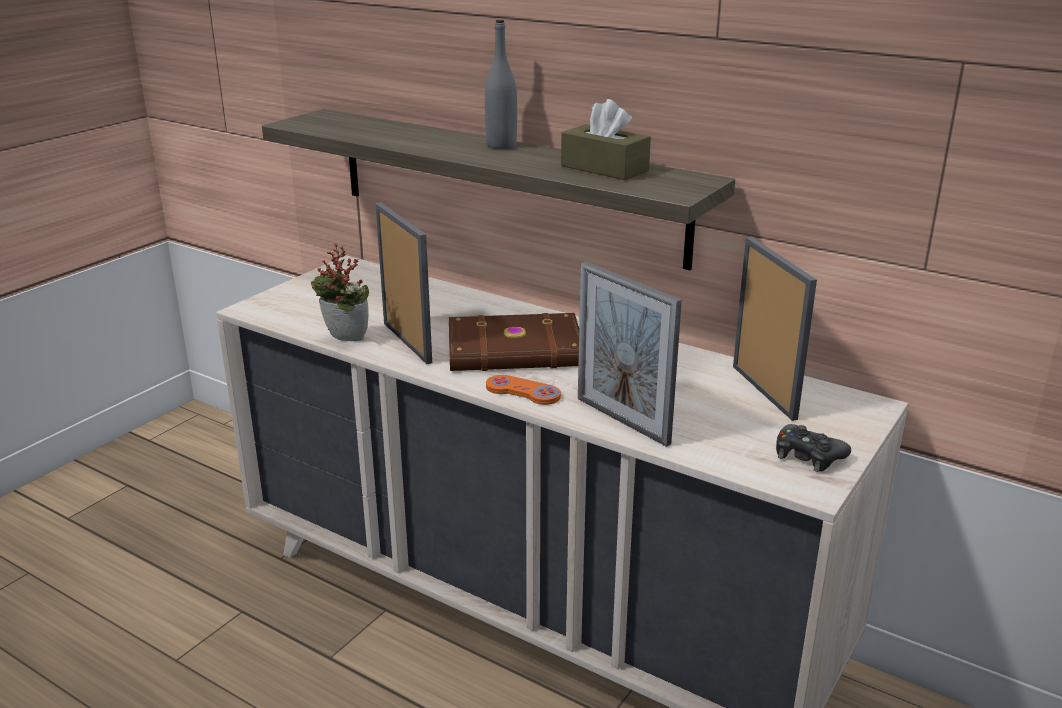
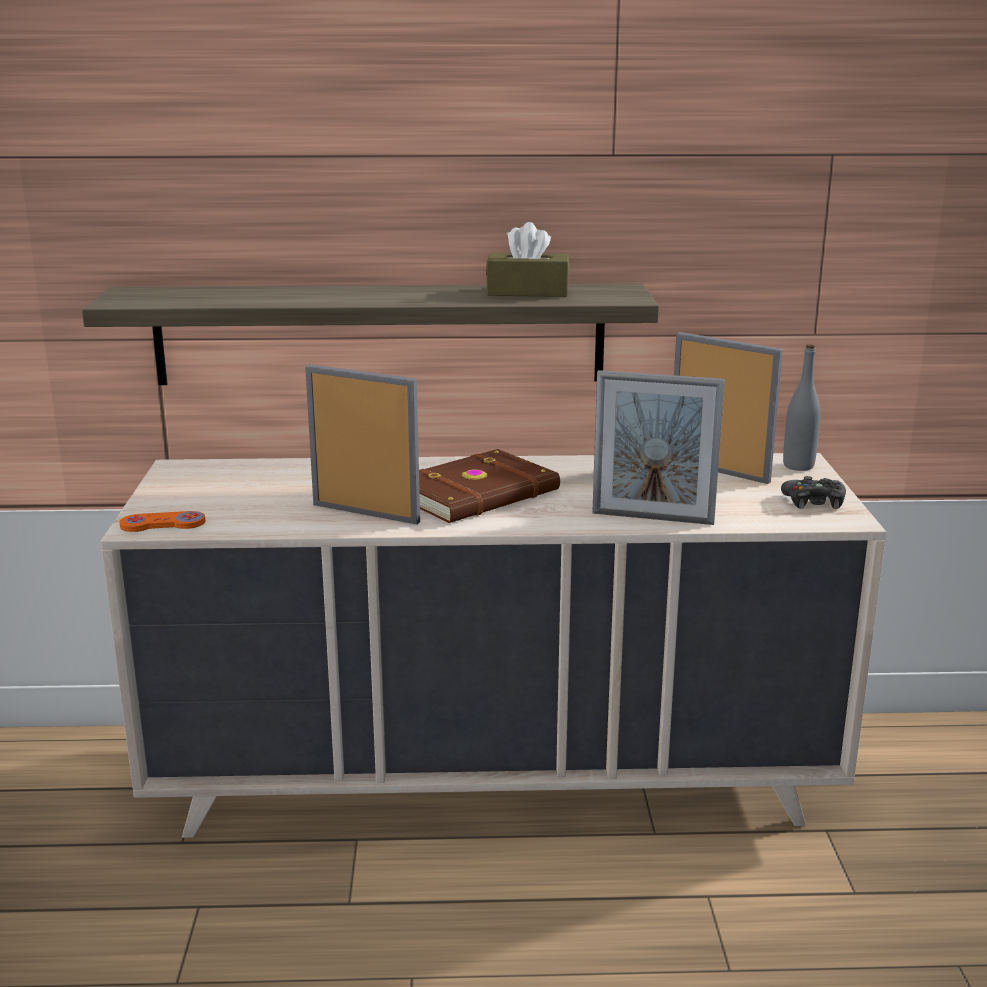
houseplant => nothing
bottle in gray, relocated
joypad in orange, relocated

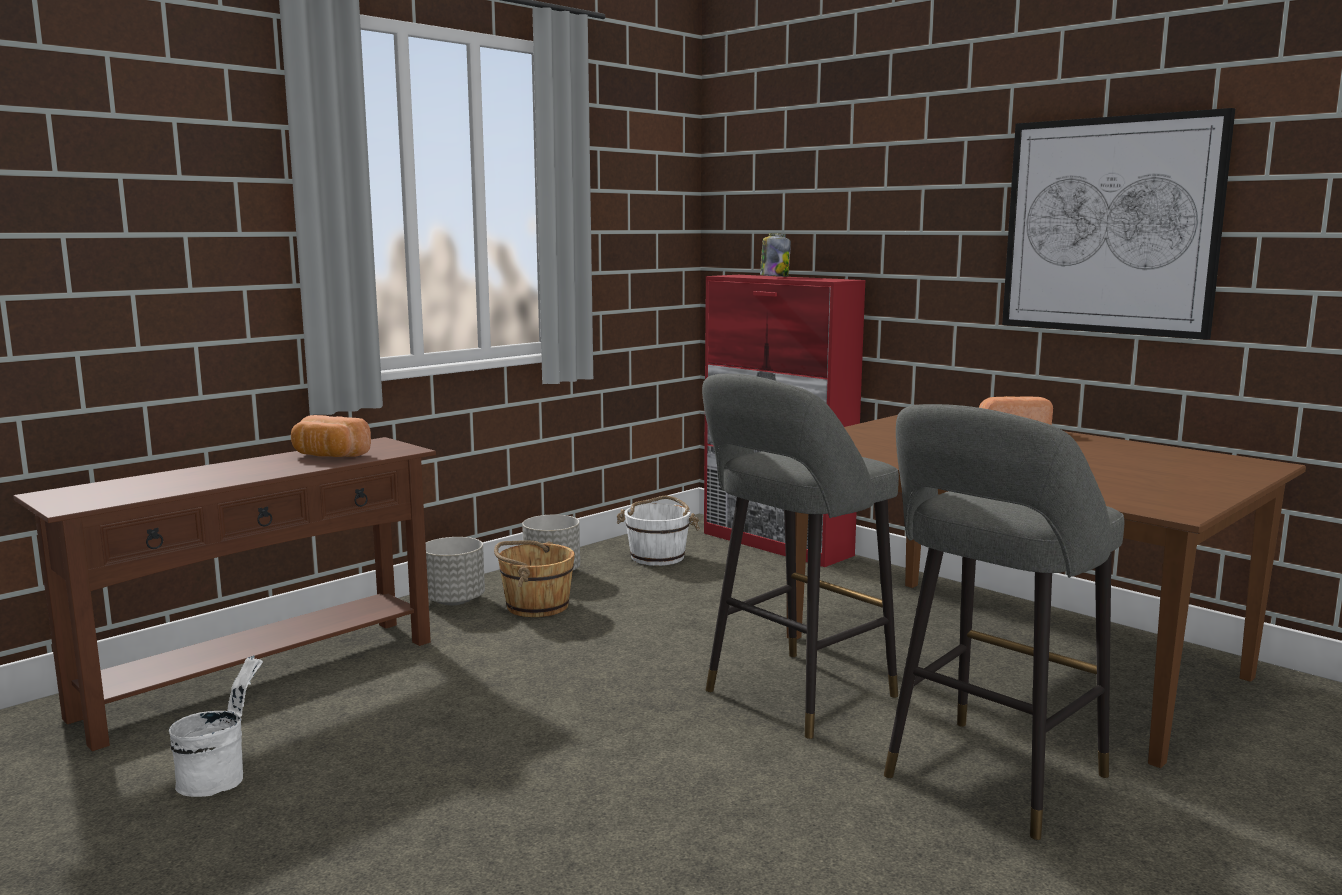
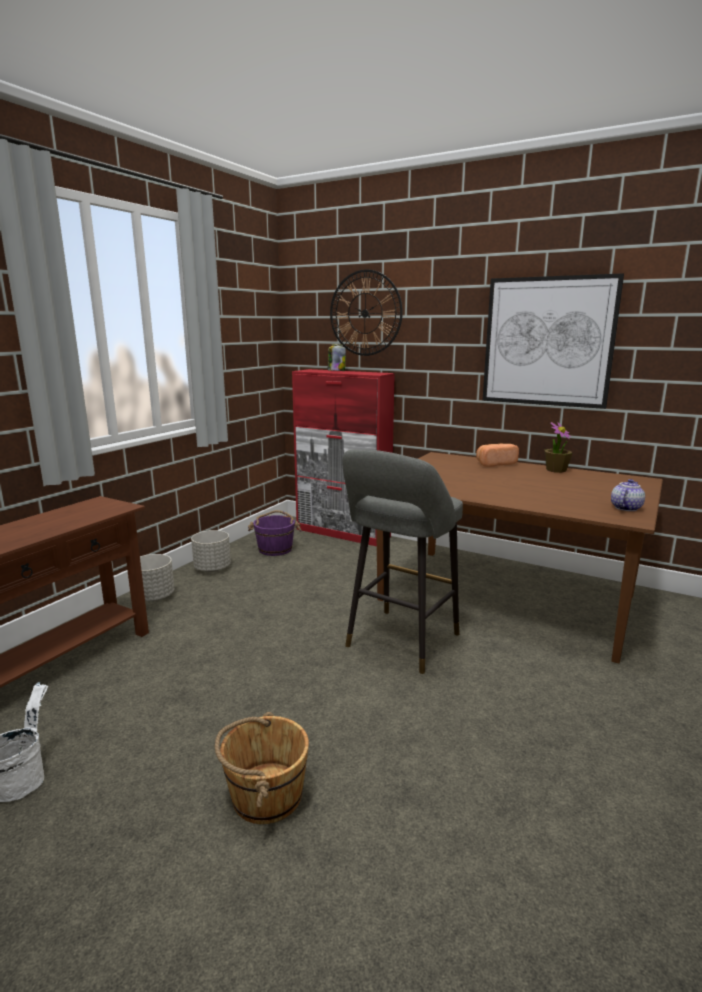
baked bread (no. 1 from left) => nothing
stool in gray (no. 2 from left) => nothing
nothing => wall clock
nothing => houseplant
nothing => tea pot
bucket in brown-coloured, relocated
bucket in white-coloured (no. 2 from left) => bucket in purplish

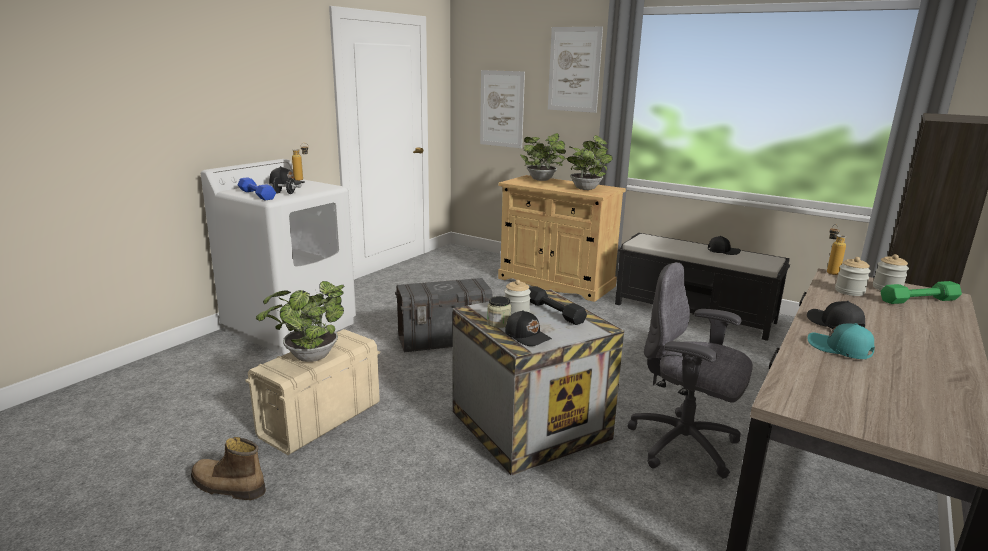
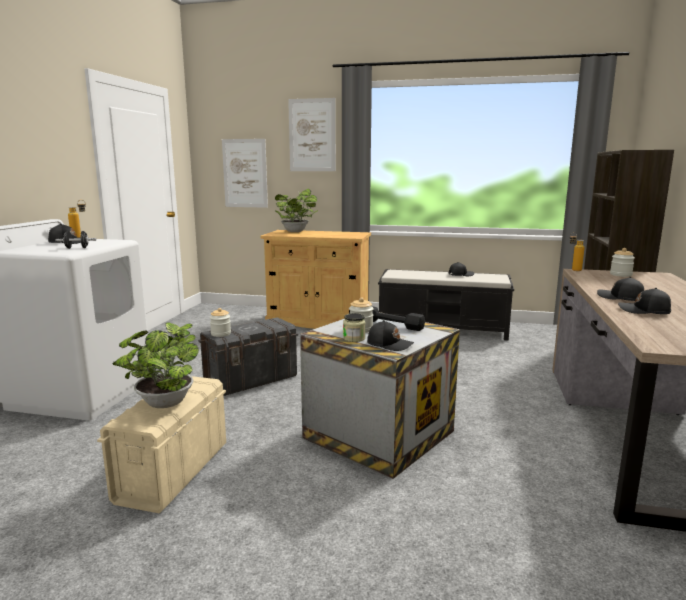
tall boot => nothing
free weight in blue => nothing
houseplant (no. 3 from left) => nothing
office chair in gray => nothing
free weight in green => nothing
jar (no. 3 from left in the first image) => jar (no. 1 from left), relocated
cap in turquoise => cap in blackish (no. 5 from left)

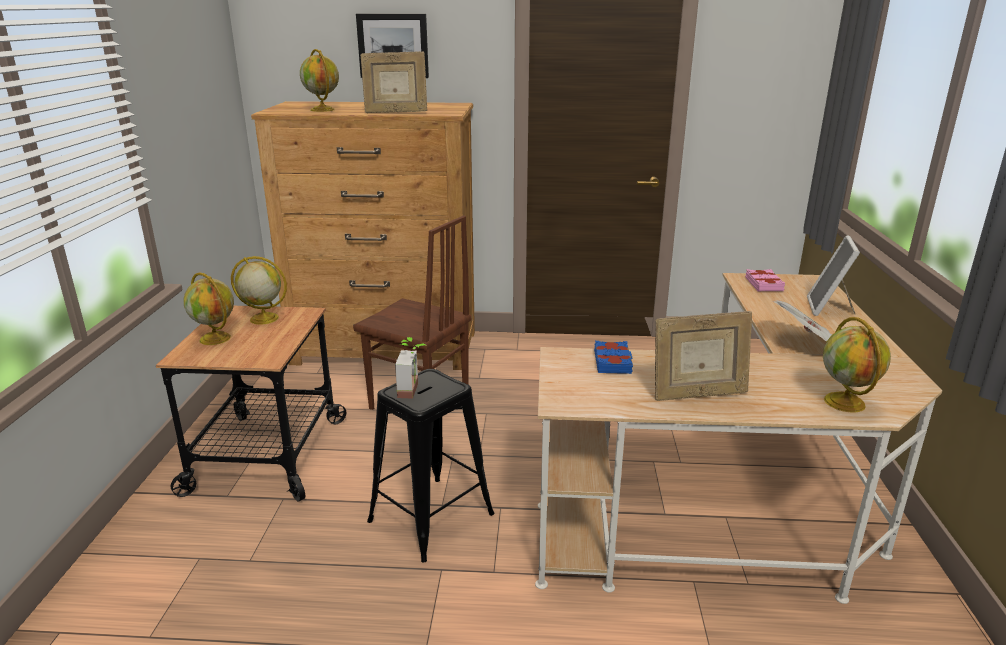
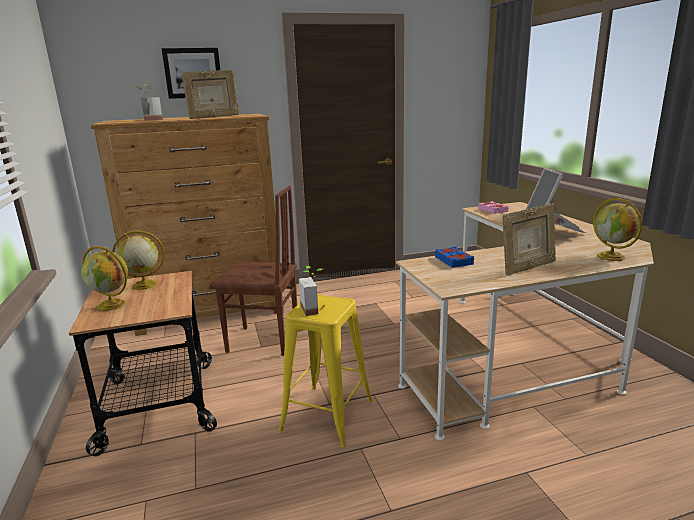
world globe (no. 3 from left) => houseplant (no. 1 from left)
stool in blackish => stool in yellow-coloured

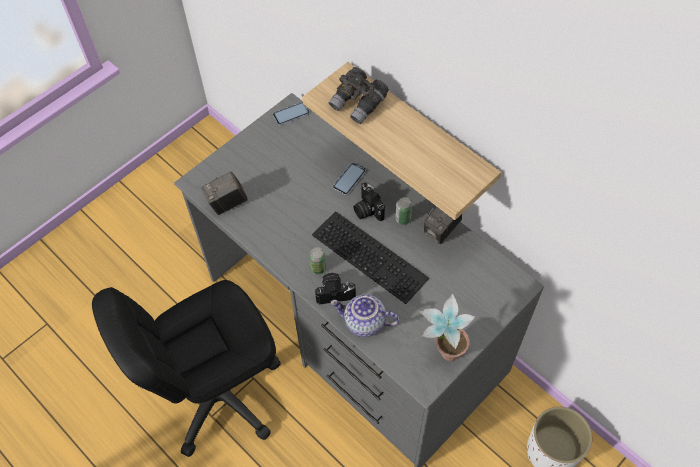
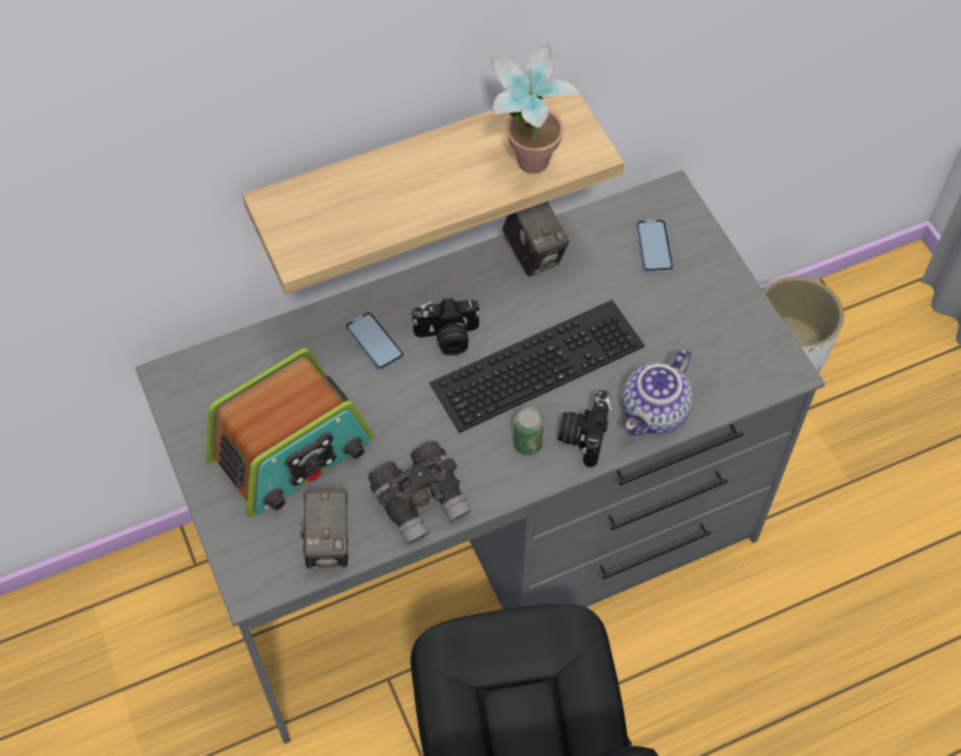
sealed can (no. 2 from left) => nothing
nothing => radio set
handset (no. 1 from left in the first image) => handset (no. 2 from left), relocated
pair of binoculars in gray, relocated
houseplant, relocated

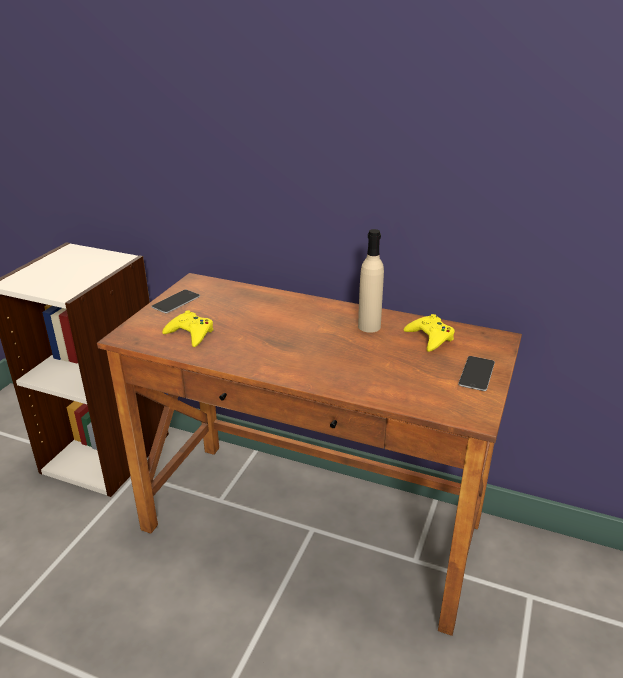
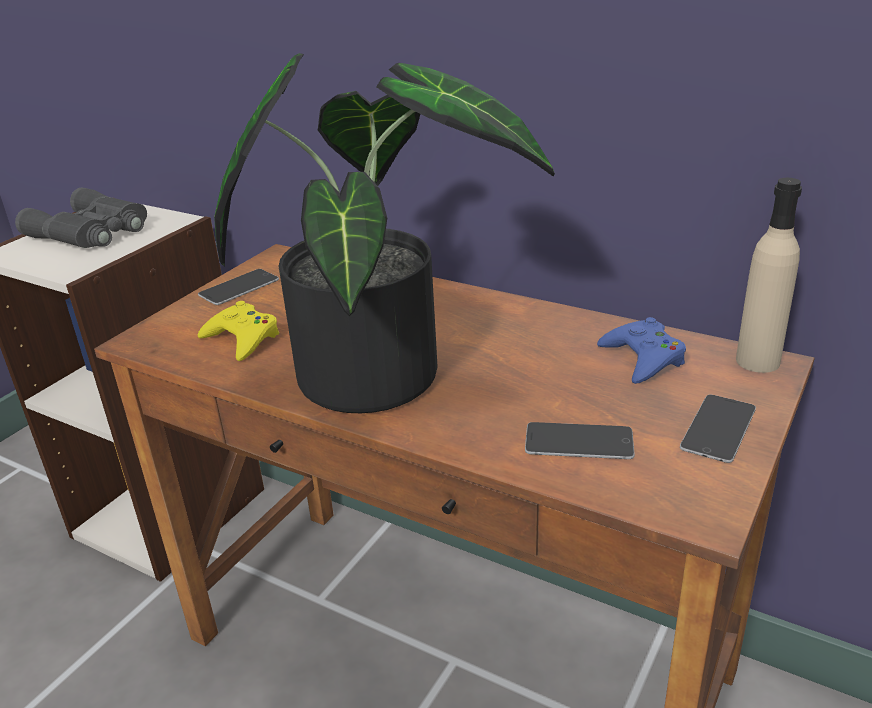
nothing => pair of binoculars in gray
nothing => houseplant
nothing => handset (no. 2 from left)
bottle in beige-coloured, relocated
joypad in yellow-coloured (no. 2 from left) => joypad in blue

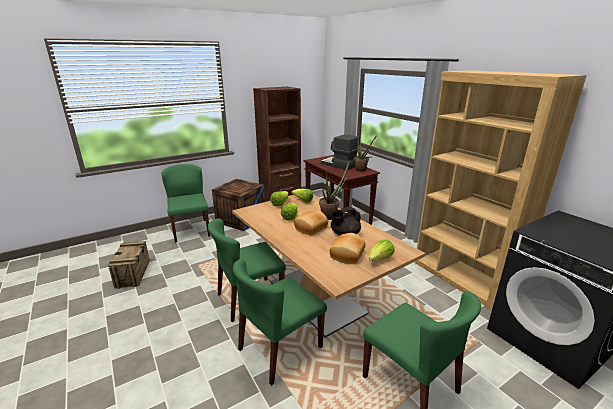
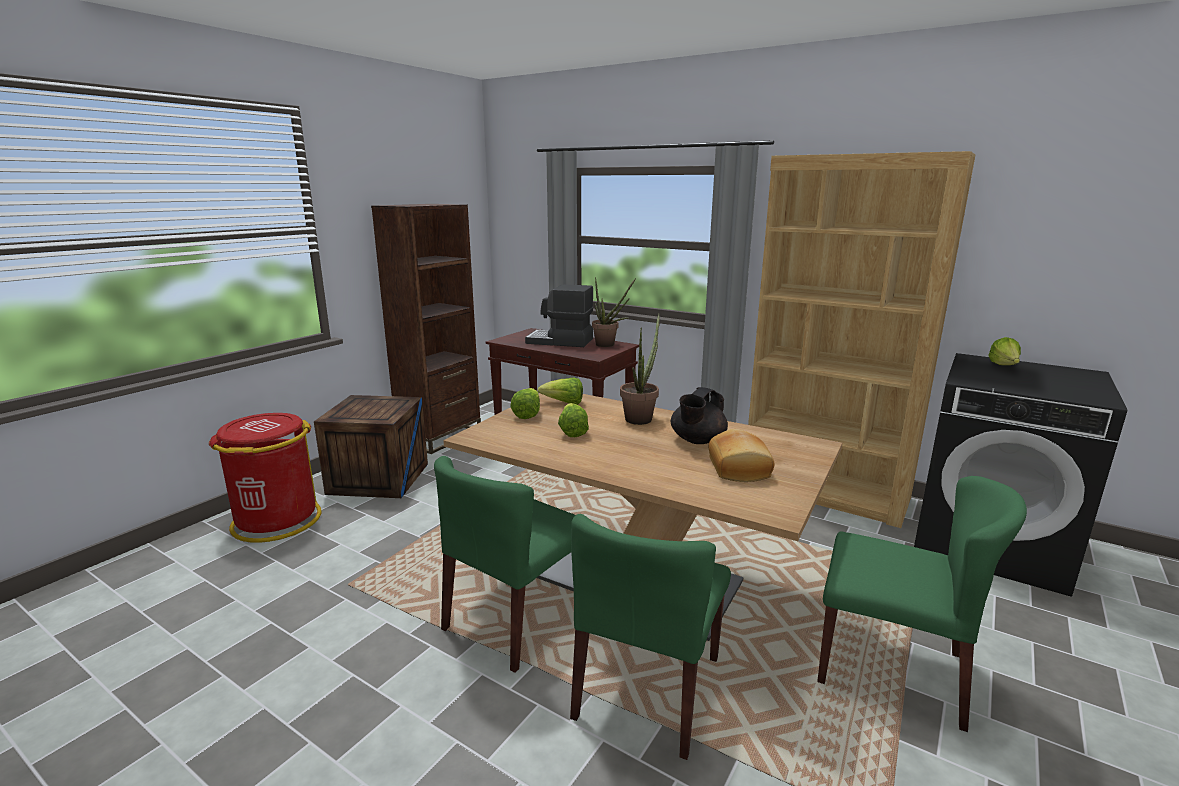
shipping crate (no. 1 from left) => nothing
baked bread (no. 1 from left) => nothing
head of lettuce (no. 4 from left), relocated
plain chair in green (no. 1 from left) => trash can in reddish

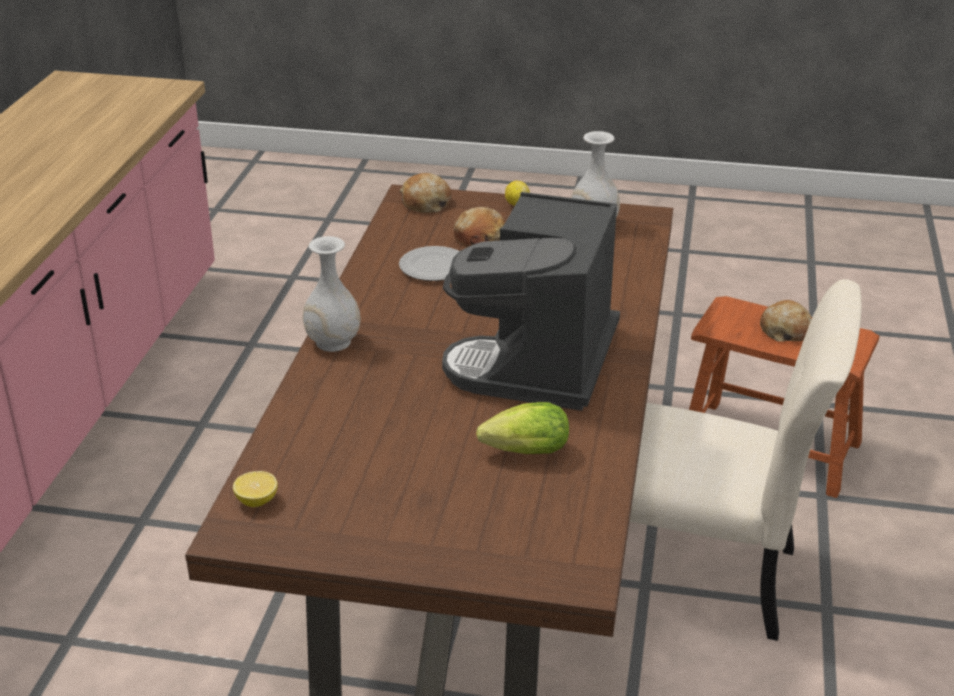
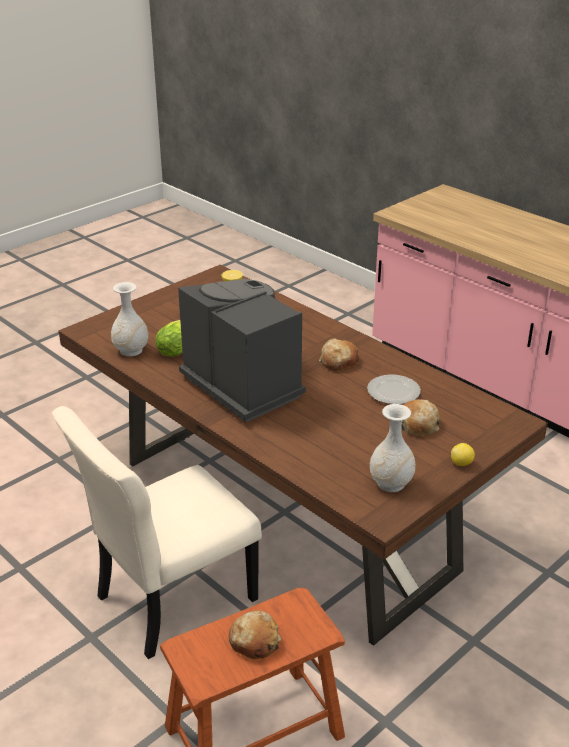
vase in white-coloured (no. 1 from left), relocated
baked bread (no. 1 from left in the first image) => baked bread (no. 2 from left), relocated

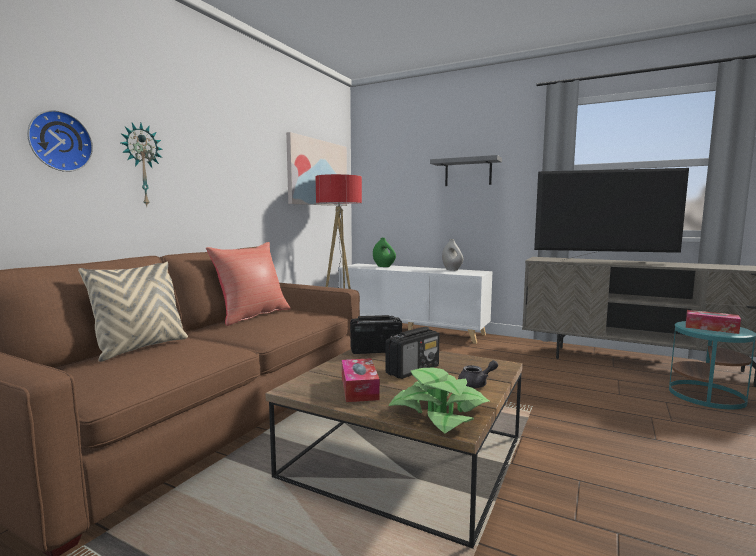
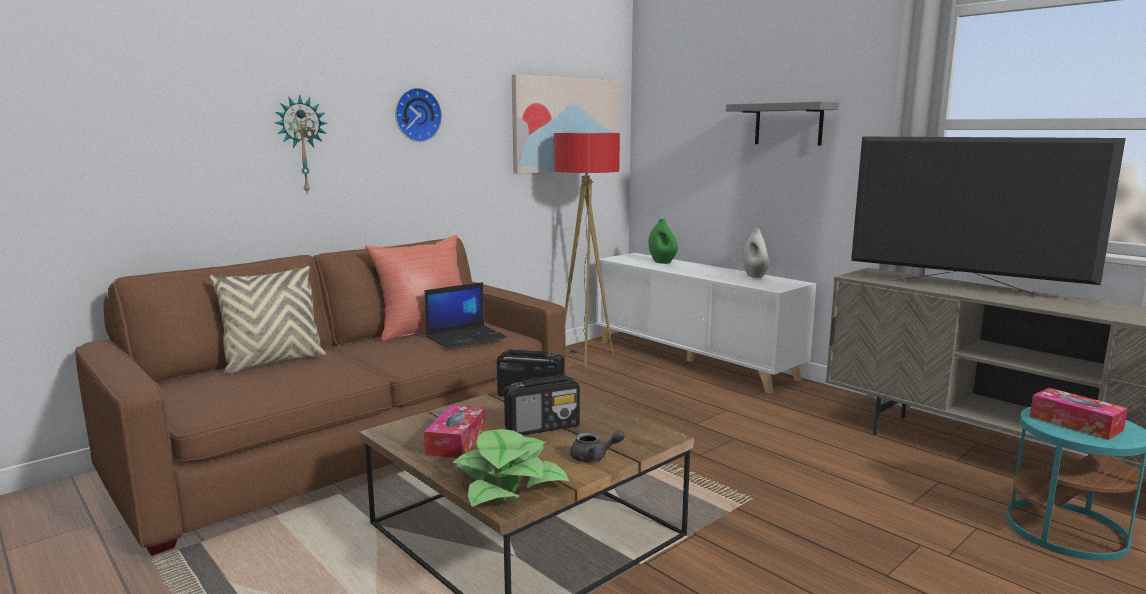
nothing => portable computer
wall clock (no. 1 from left in the first image) => wall clock (no. 2 from left), relocated

